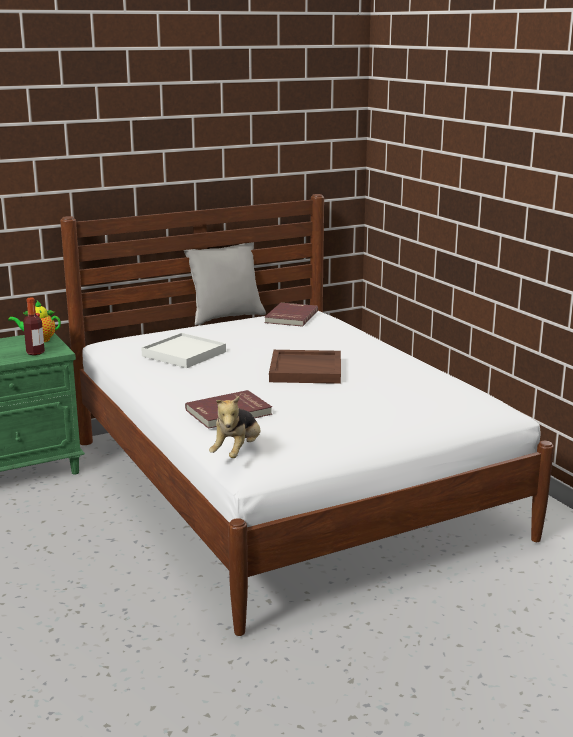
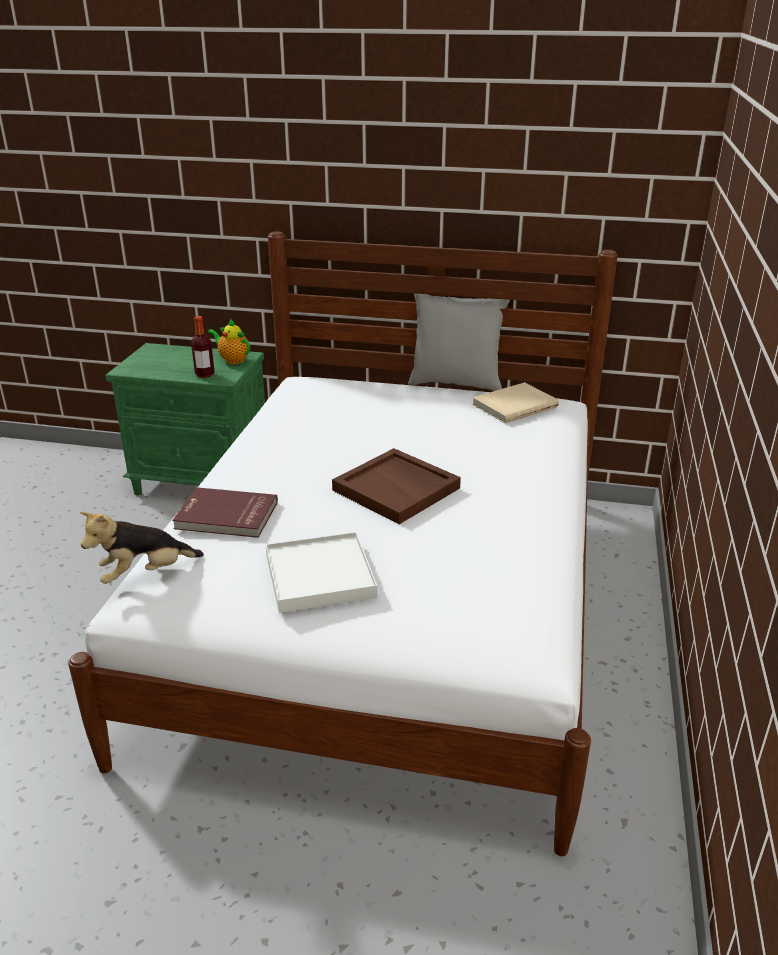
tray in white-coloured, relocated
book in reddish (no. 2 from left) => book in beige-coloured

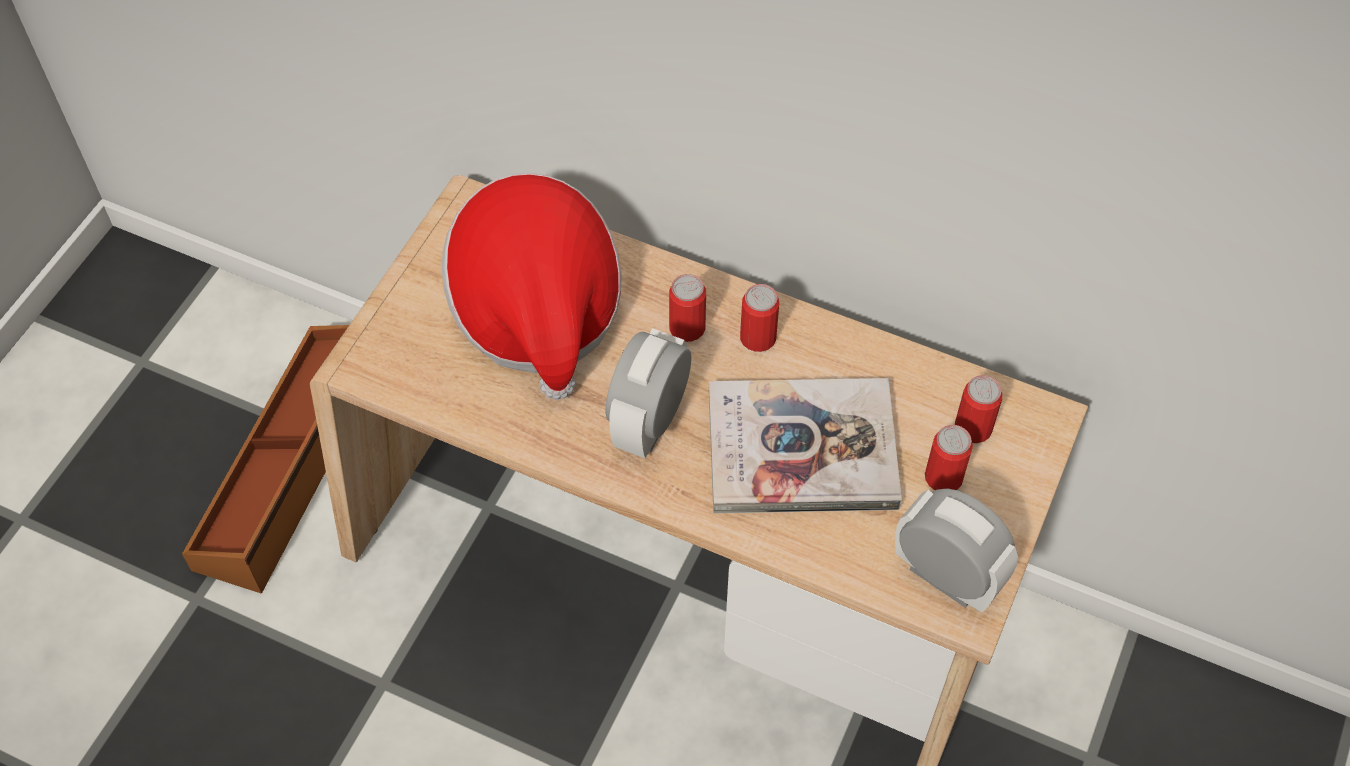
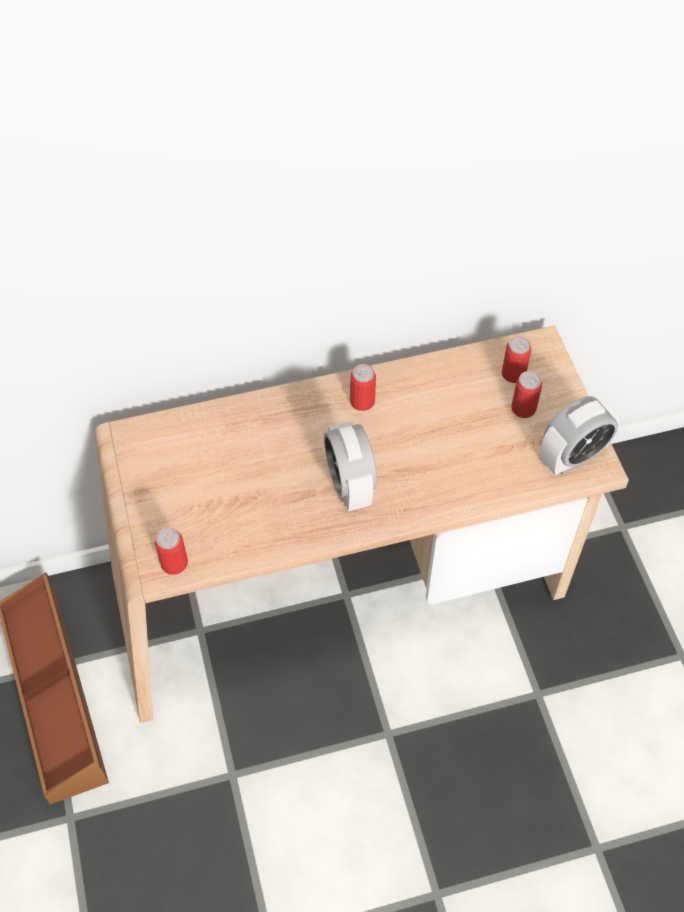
wearable hat => nothing
book => nothing
sealed can (no. 1 from left), relocated
bedside clock (no. 2 from left), 150 degrees clockwise

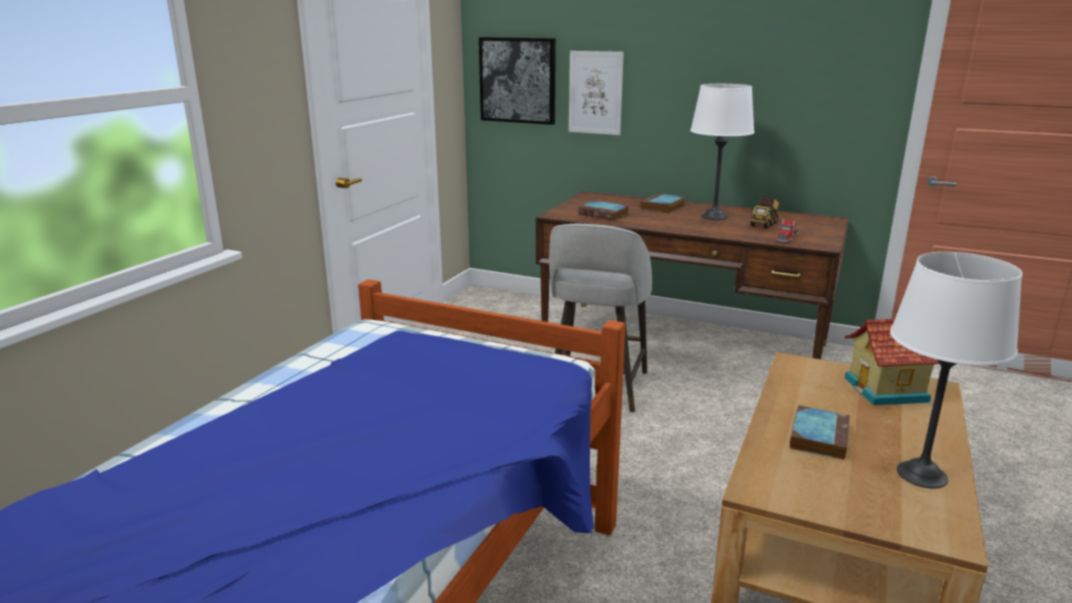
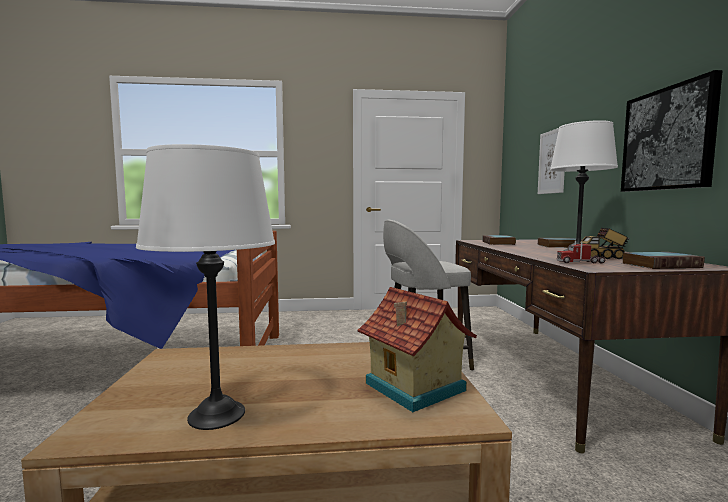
picture (no. 1 from left in the first image) => picture (no. 2 from left), relocated
book (no. 3 from left), relocated

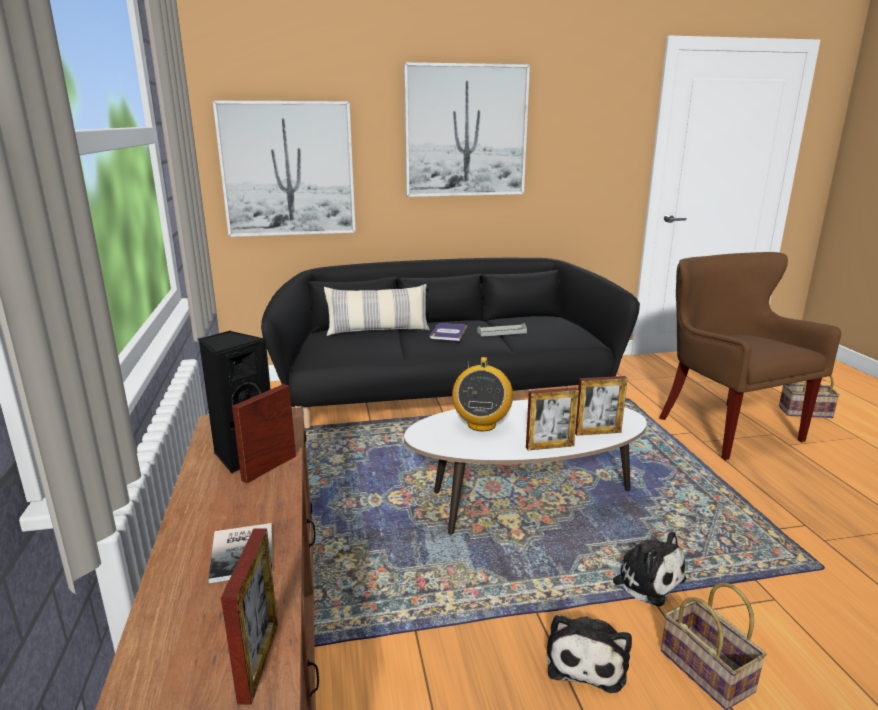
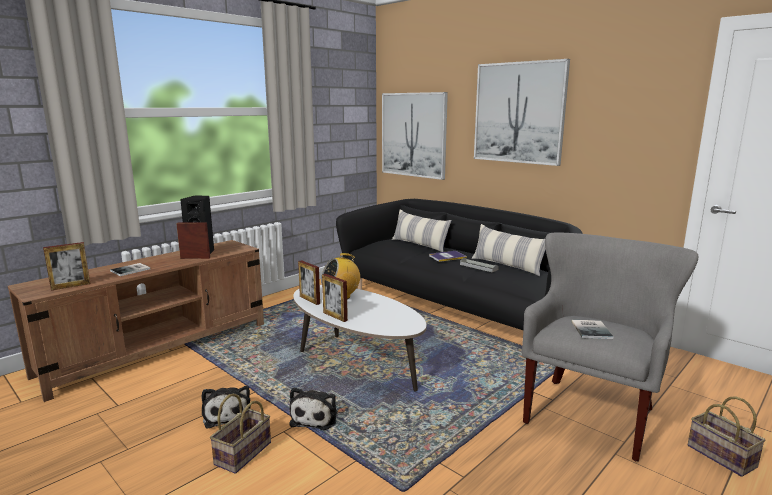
nothing => pillow (no. 2 from left)
nothing => book (no. 3 from left)
standing frame (no. 4 from left in the first image) => standing frame (no. 3 from left), relocated
easy chair in brown-coloured => easy chair in gray
plush toy (no. 1 from left), 90 degrees counterclockwise

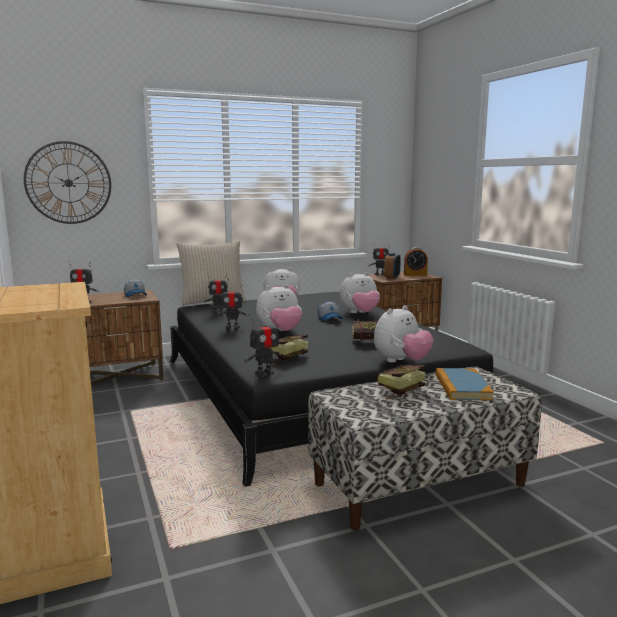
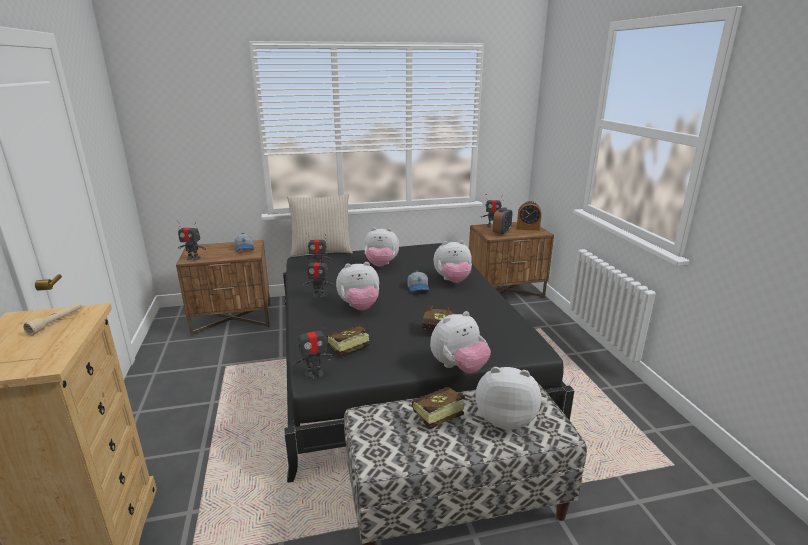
wall clock => nothing
nothing => hand torch in beige-coloured
book (no. 4 from left) => plush toy (no. 5 from left)

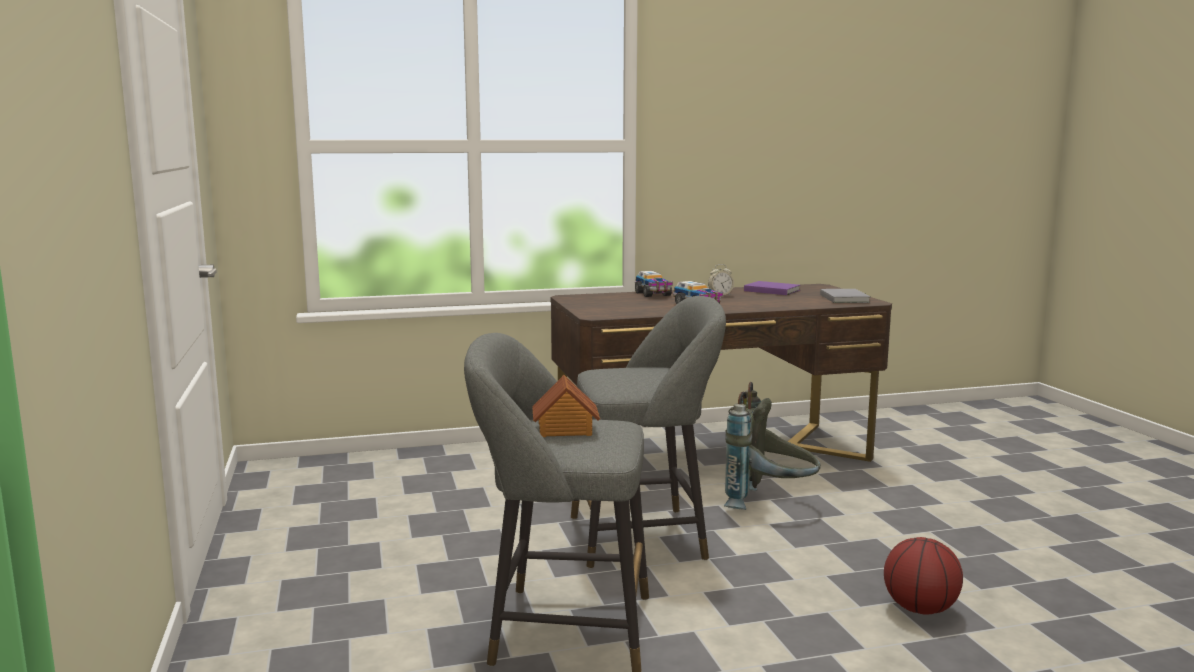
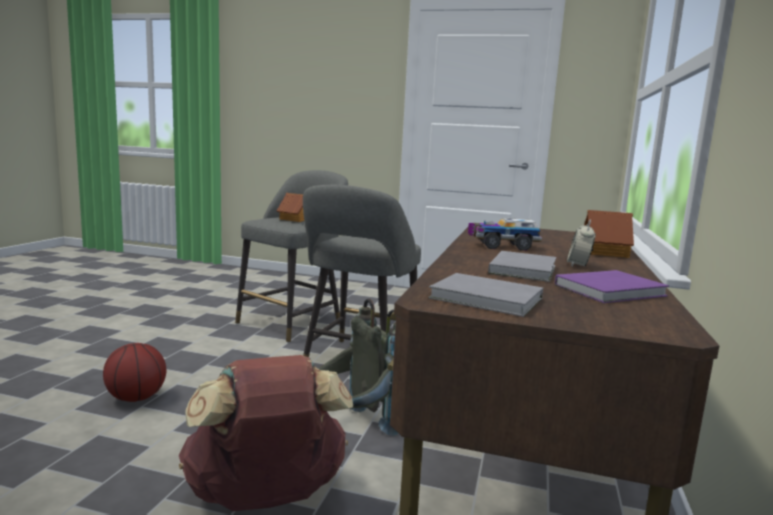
nothing => backpack in brown-coloured
nothing => book in gray (no. 2 from left)
toy lorry (no. 1 from left) => model house (no. 2 from left)

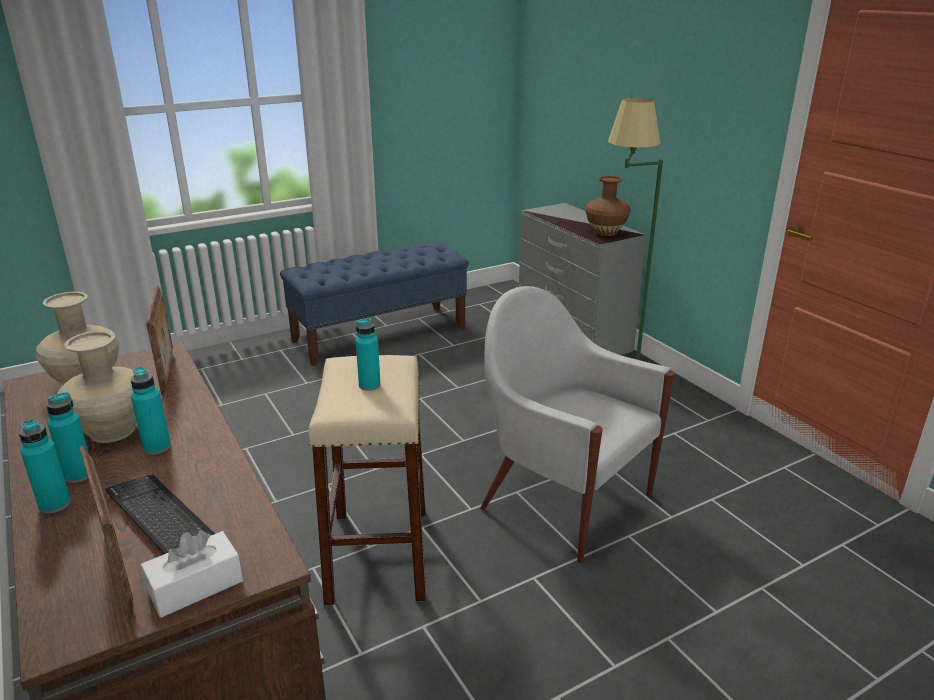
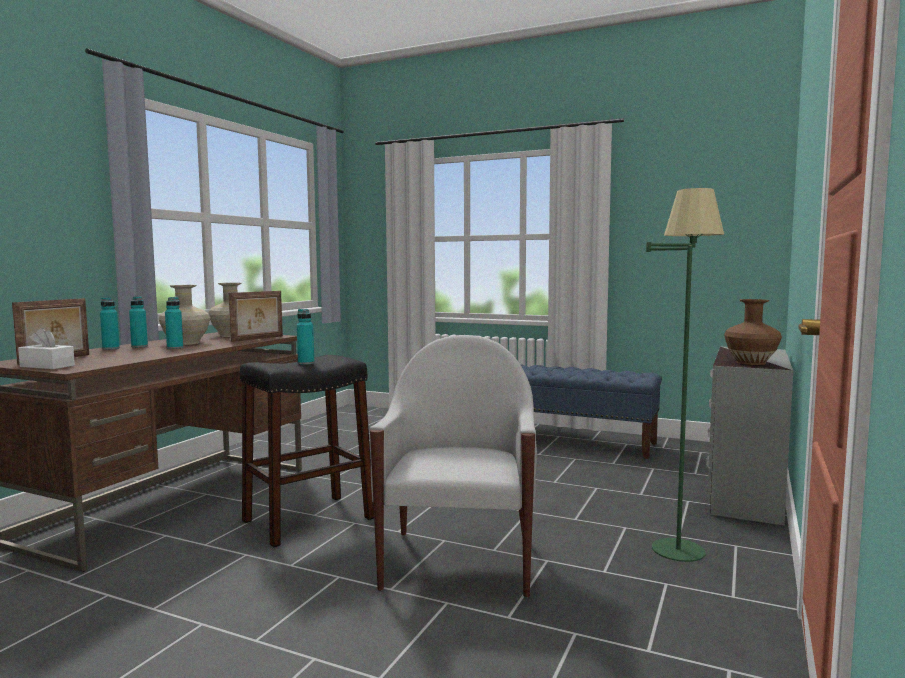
computer keyboard => nothing
stool in beige-coloured => stool in blackish

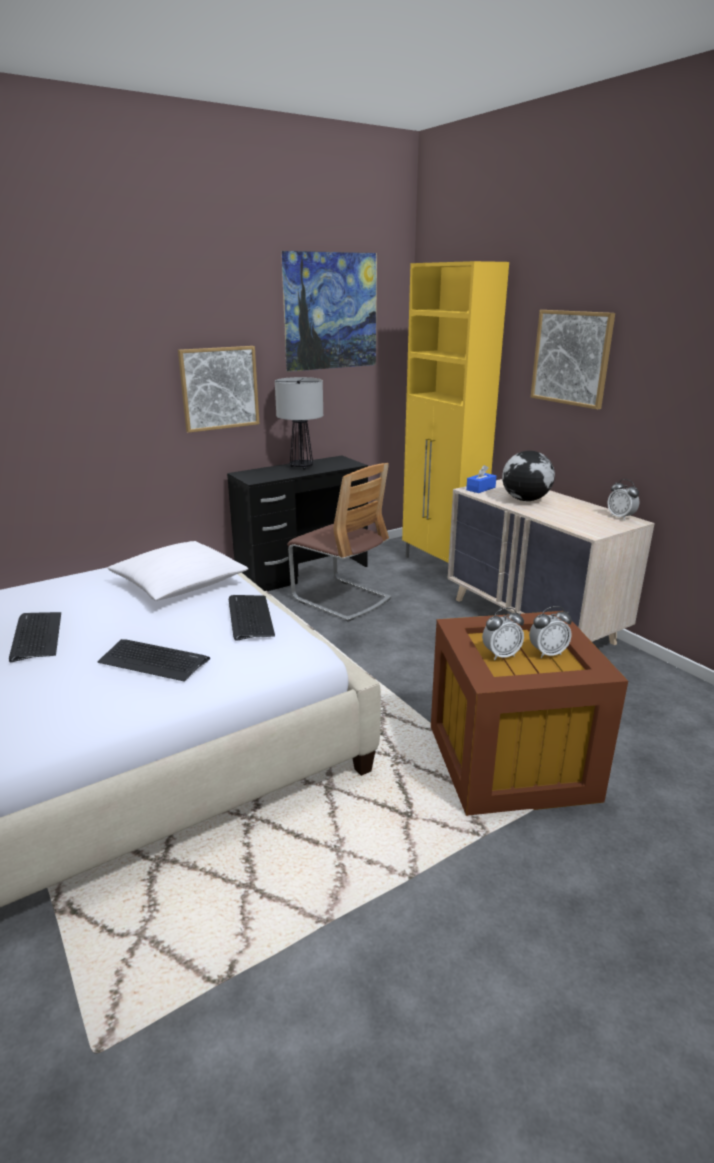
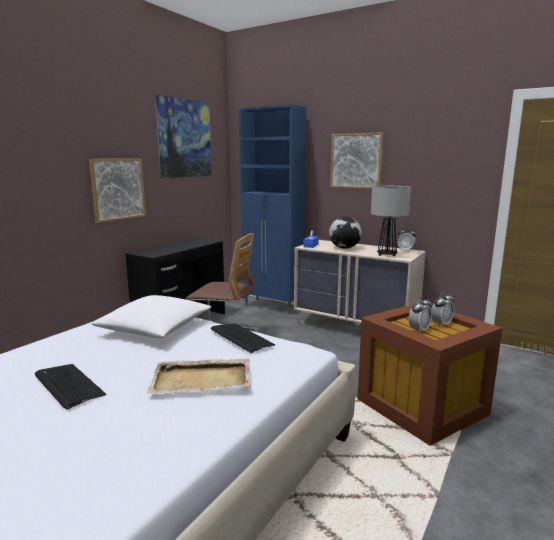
lamp for a table, relocated
computer keyboard (no. 2 from left) => tray in beige-coloured
cupboard in yellow-coloured => cupboard in blue

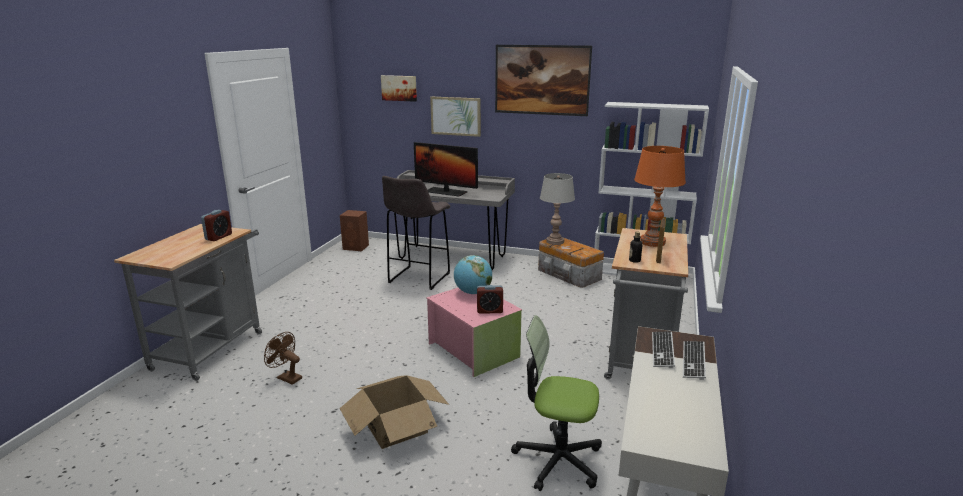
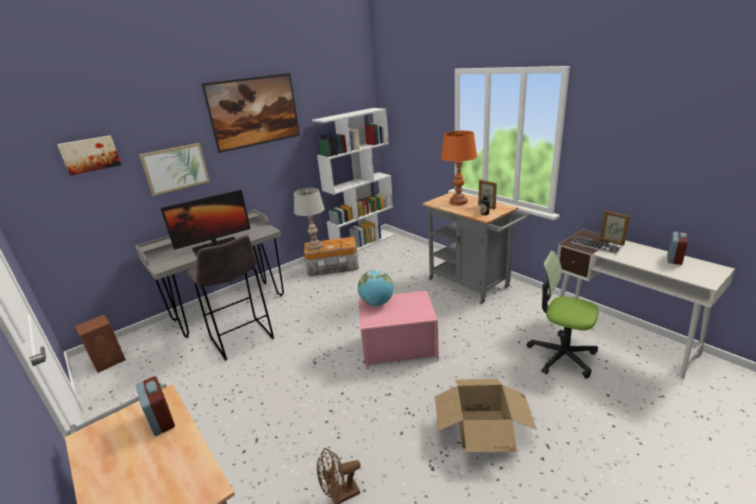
bedside clock (no. 2 from left), relocated
computer keyboard (no. 2 from left) => standing frame (no. 2 from left)
office chair, 75 degrees clockwise

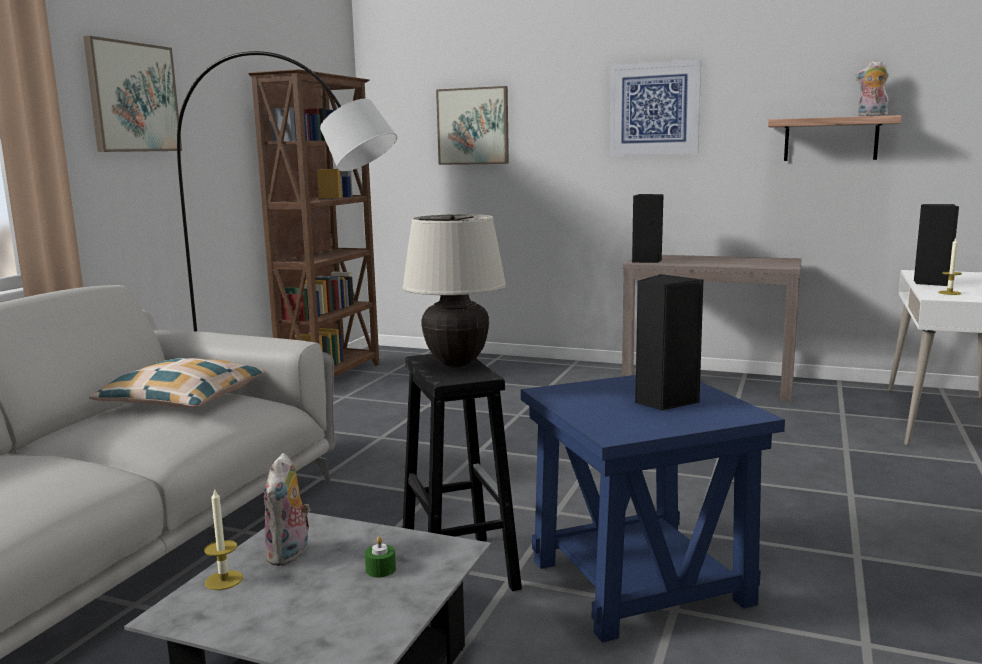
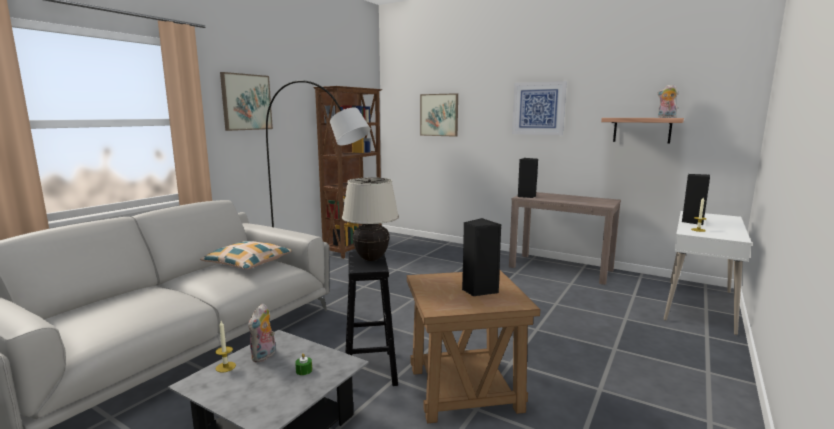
side table in blue => side table in brown-coloured

